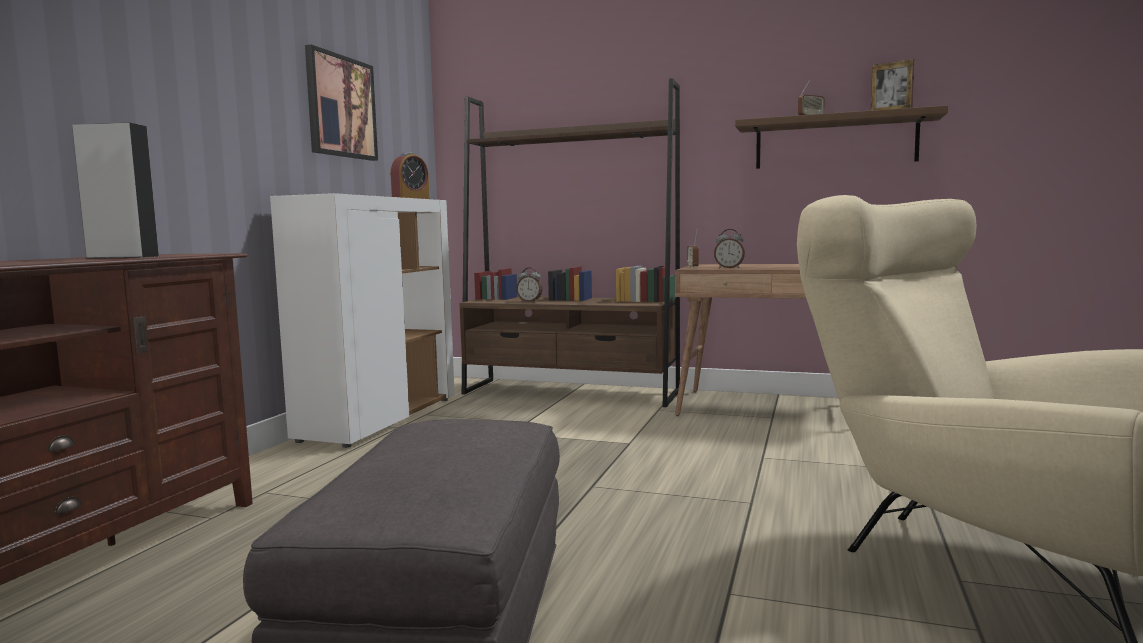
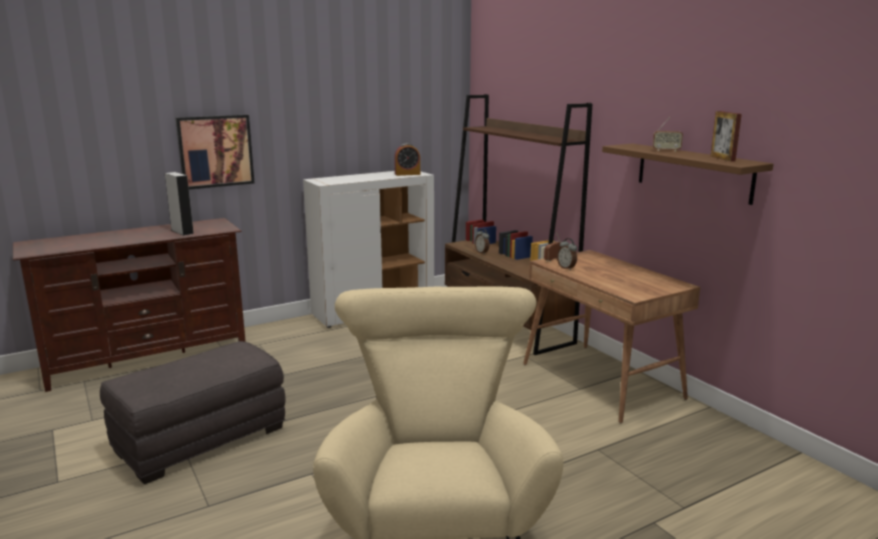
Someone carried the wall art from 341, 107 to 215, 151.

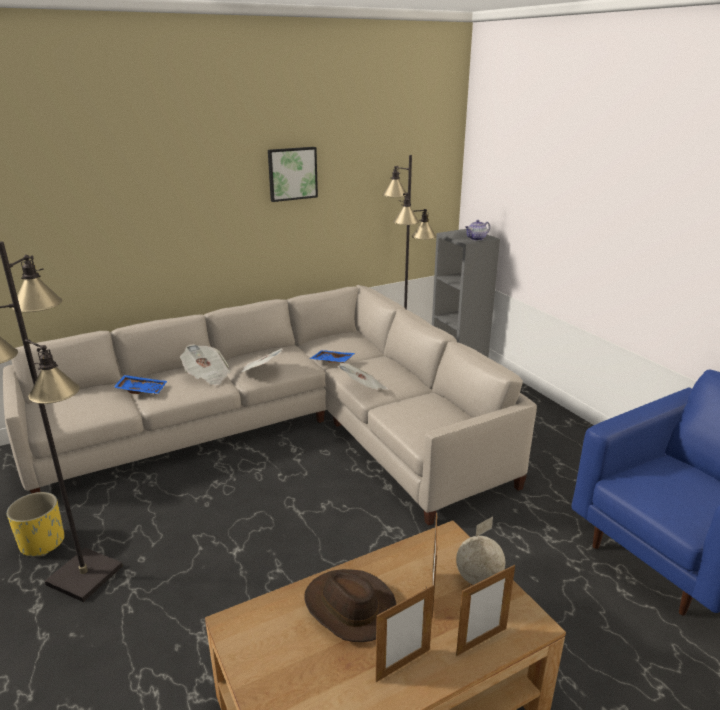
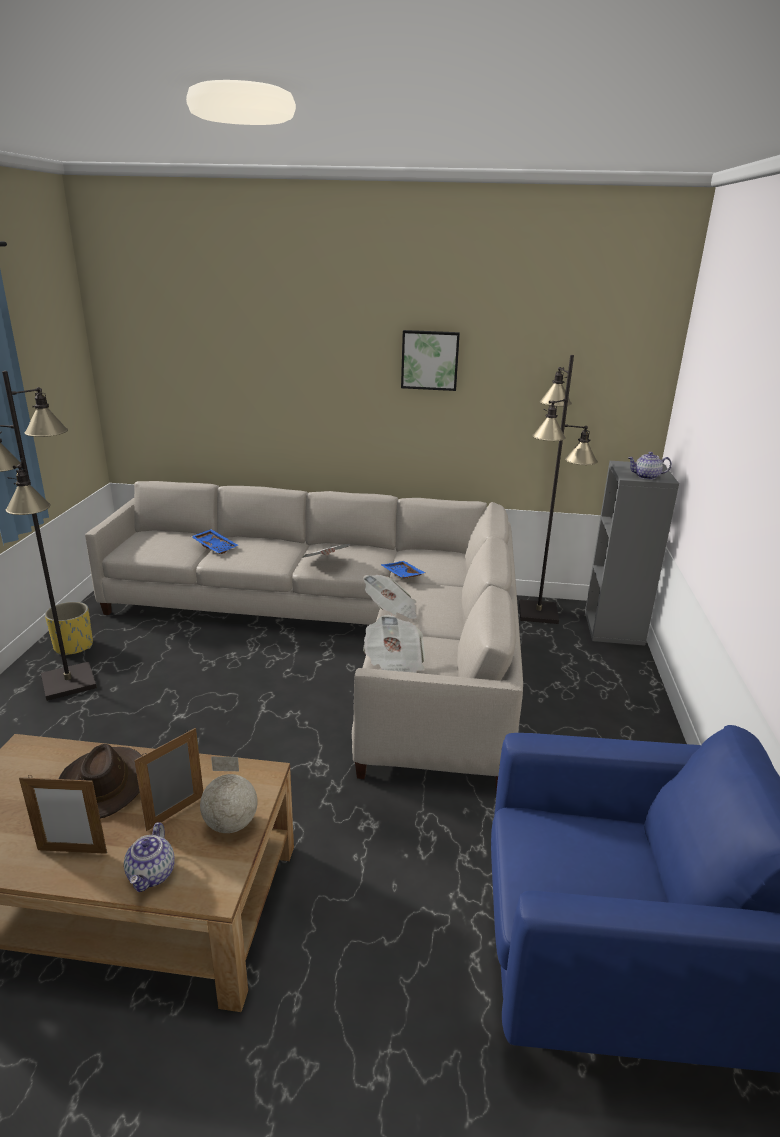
Someone carried the newspaper from 207, 376 to 394, 663. Someone swapped the photo frame at 481, 641 for the tea pot at 152, 875.

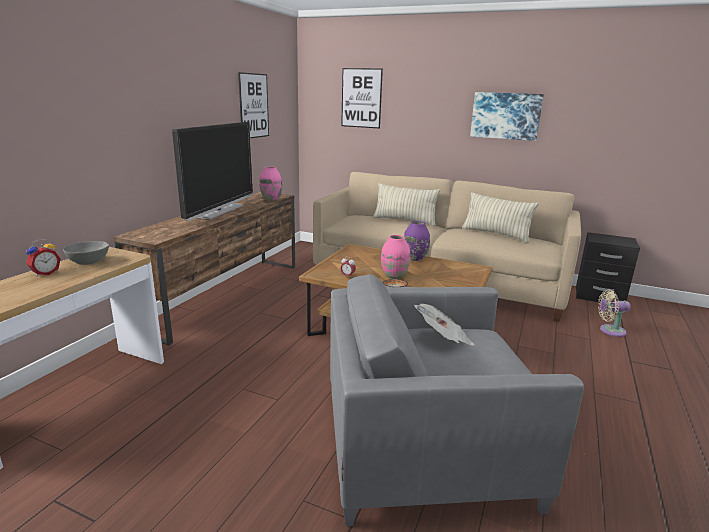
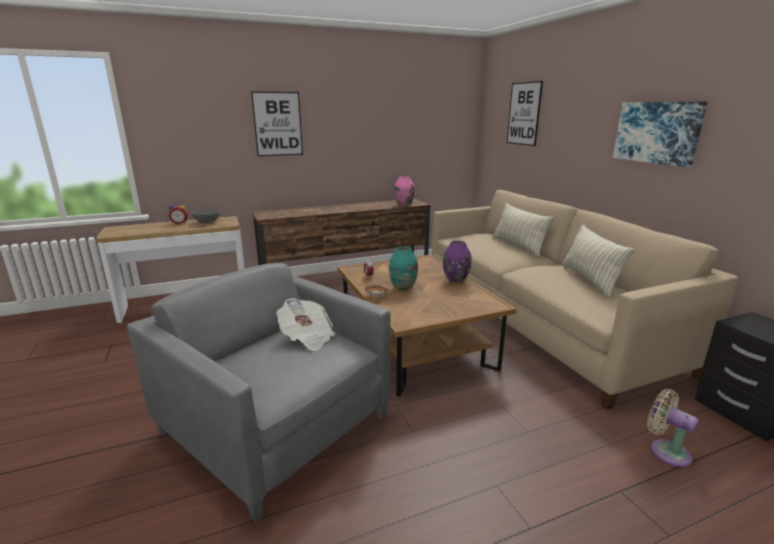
Someone took away the television at 218, 211. Someone carried the wall art from 254, 106 to 278, 124. Someone repainted the pinkish decorative vase at 394, 276, which became the blue-green decorative vase at 403, 287.

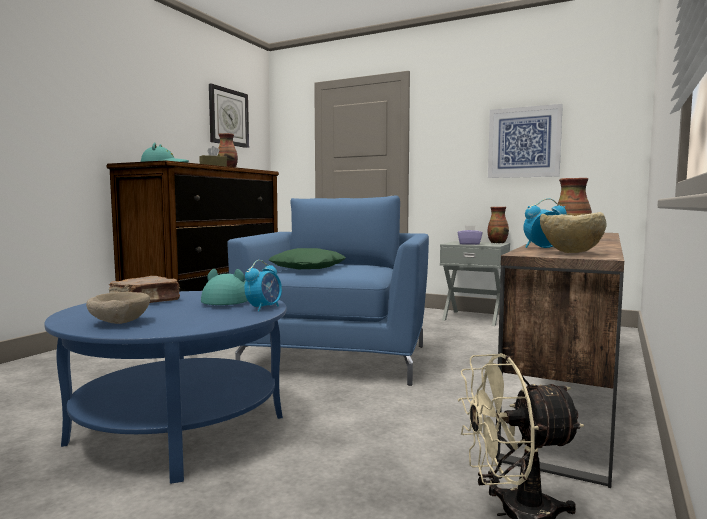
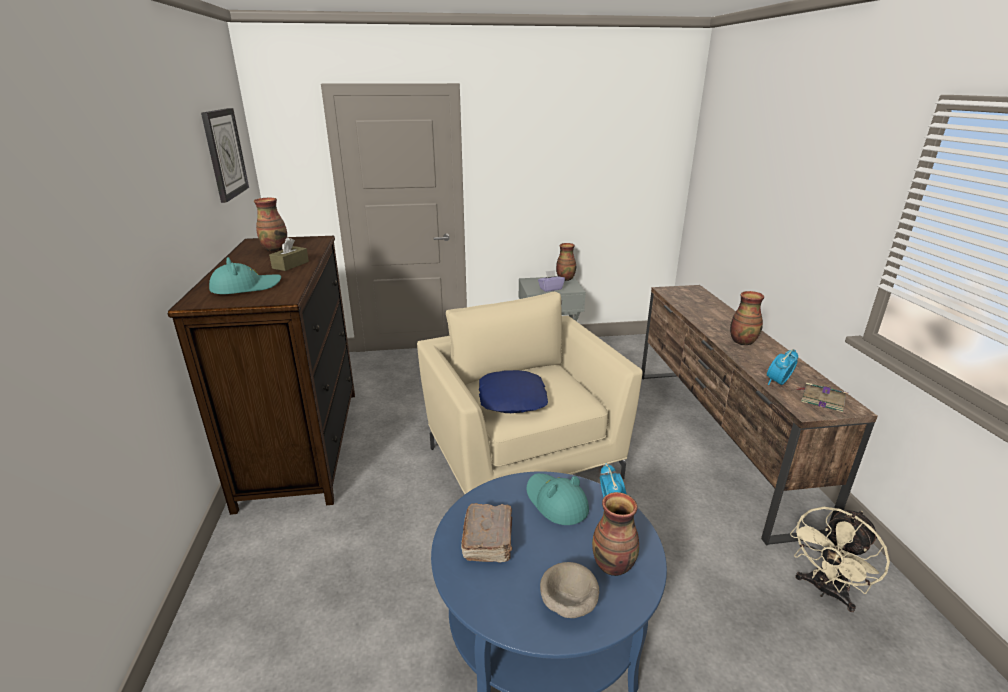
Someone repainted the blue-coloured lounge chair at 339, 357, which became the beige lounge chair at 523, 460. Someone repainted the green-coloured pillow at 308, 267, which became the blue-coloured pillow at 513, 399. Someone took away the wall art at 524, 142. Someone swapped the beige deep dish at 570, 253 for the book at 821, 399. Someone put down the decorative vase at 614, 565.

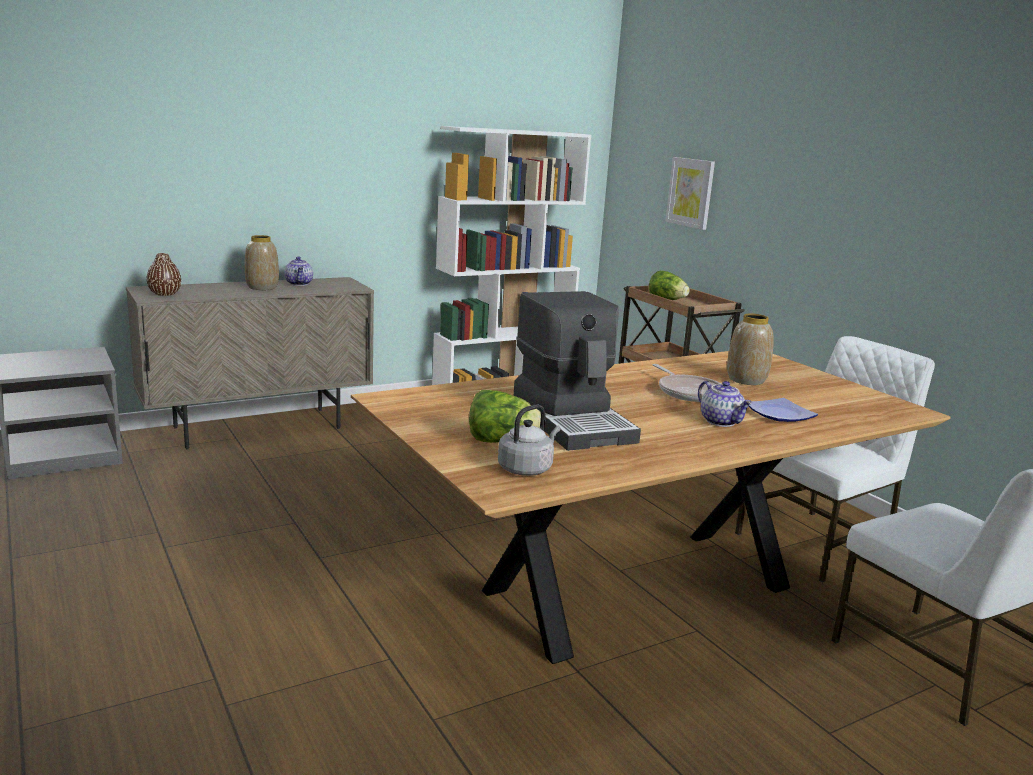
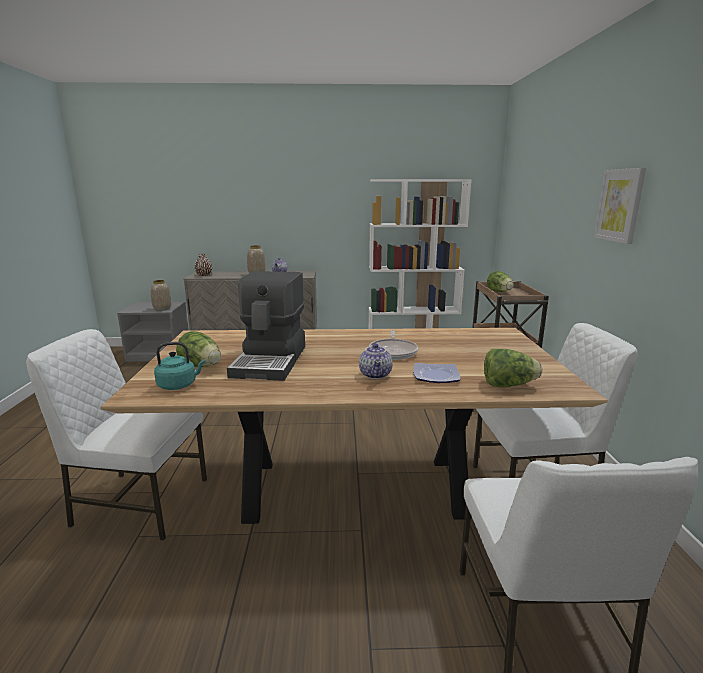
Someone repainted the greyish kettle at 527, 469, which became the blue-green kettle at 179, 385. Someone carried the wall art from 691, 192 to 620, 205. Someone carried the decorative vase from 745, 380 to 162, 309. Someone put down the whitish chair at 139, 502. Someone put down the head of lettuce at 508, 385.

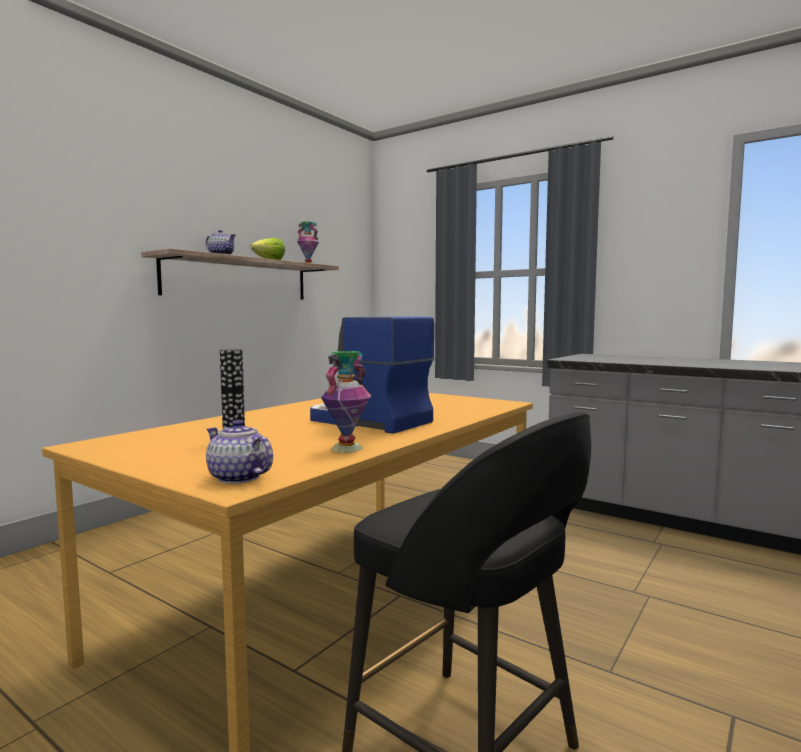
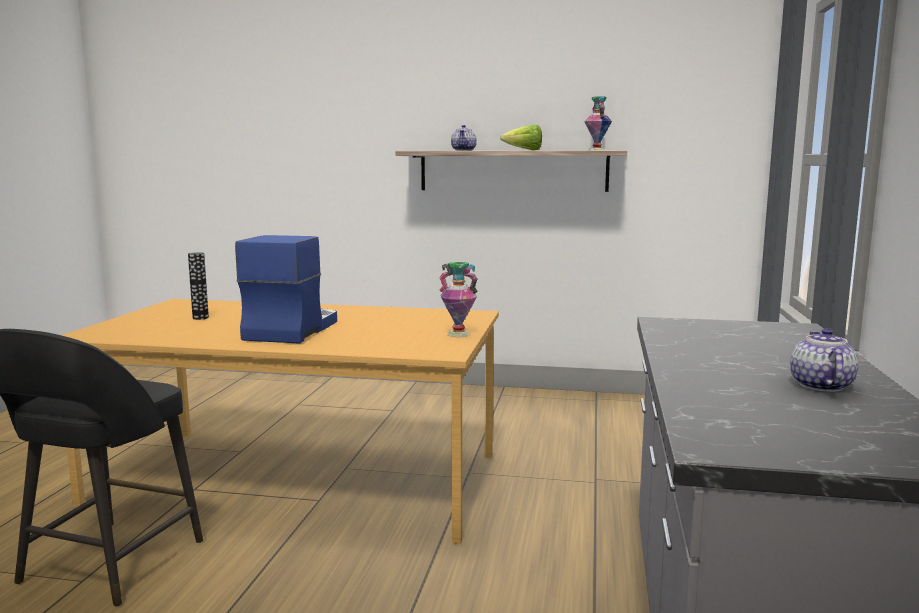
Someone carried the tea pot from 238, 478 to 820, 386. Someone carried the decorative vase from 346, 448 to 458, 334.

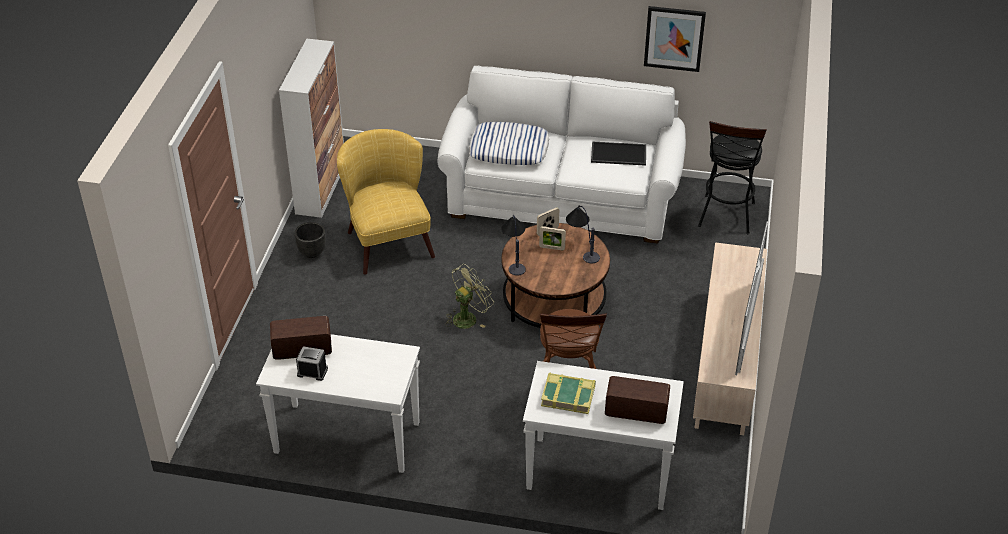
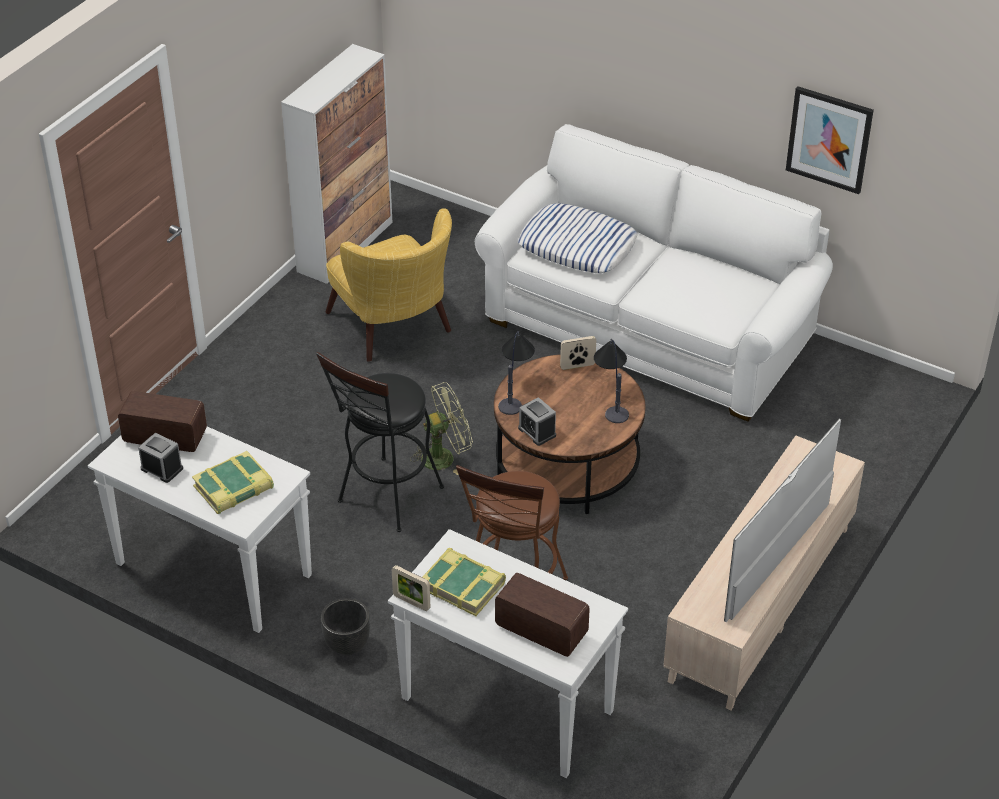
Someone carried the black-coloured planter from 312, 252 to 347, 645. Someone rotated the yellow-coloured lounge chair at 387, 238 by 150 degrees clockwise. Someone carried the photo frame from 552, 248 to 411, 602. Someone took away the serving tray at 618, 154. Someone carried the black-coloured stool from 726, 218 to 385, 499. Someone put down the book at 234, 488. Someone put down the bedside clock at 537, 432.

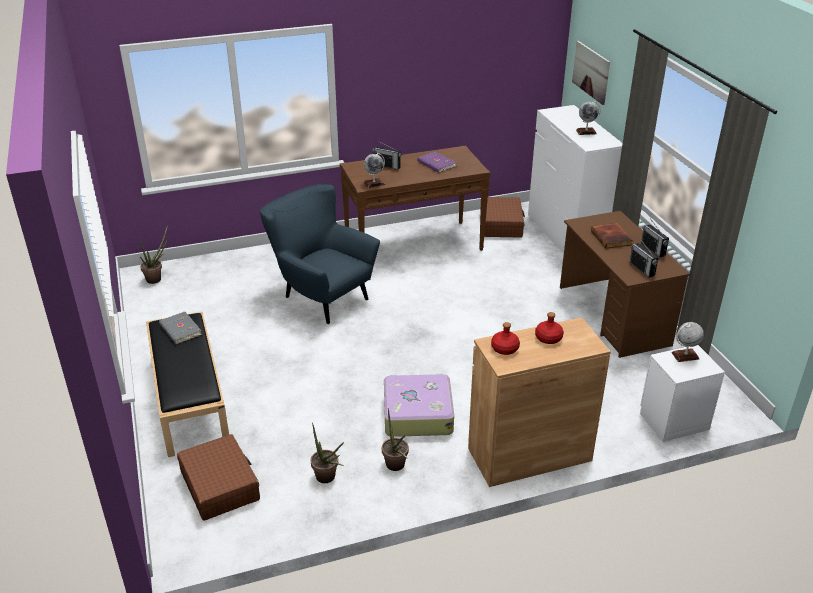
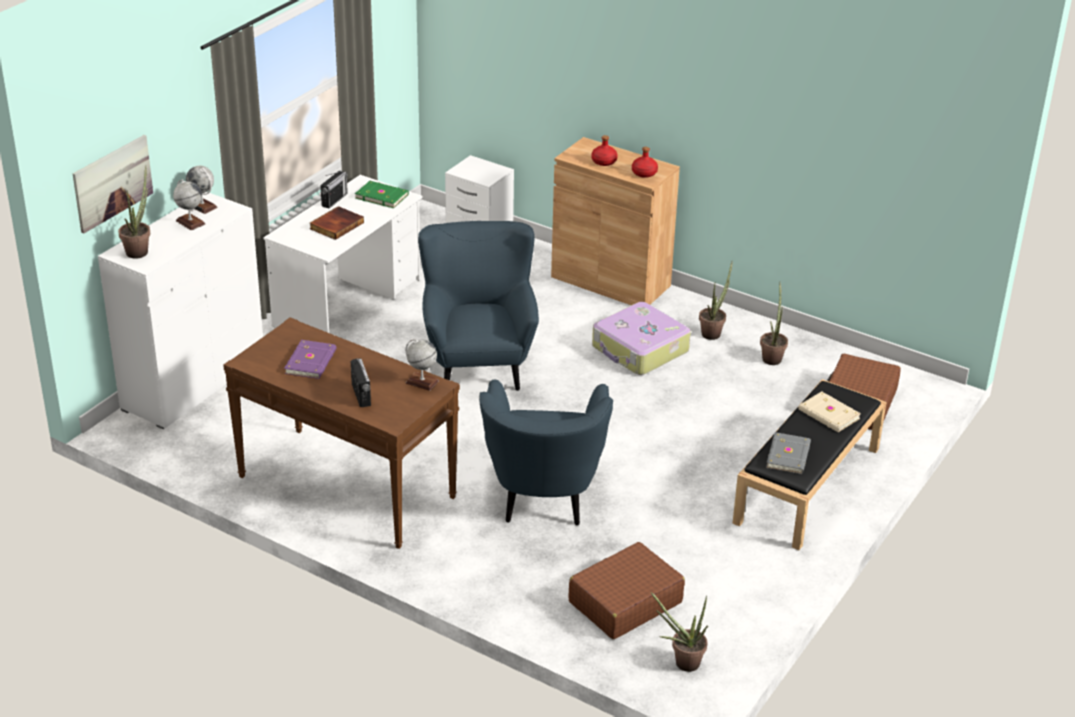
Someone carried the brownish travel case from 501, 225 to 624, 602. Someone repainted the brownish desk table at 613, 316, which became the whitish desk table at 348, 303. Someone swapped the radio at 642, 269 for the green-coloured book at 382, 196. Someone carried the desk globe from 685, 356 to 202, 206. Someone put down the plant in a pot at 139, 250. Someone put down the blue-coloured lounge chair at 478, 362. Someone put down the beige book at 828, 415.

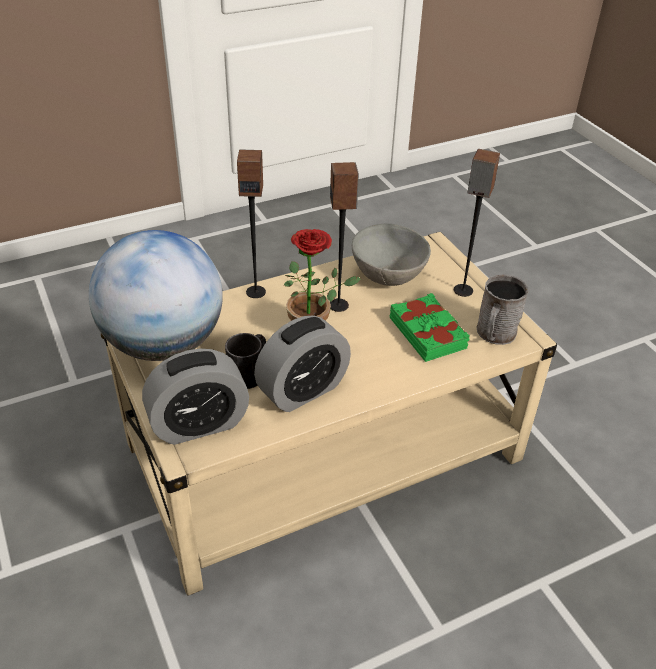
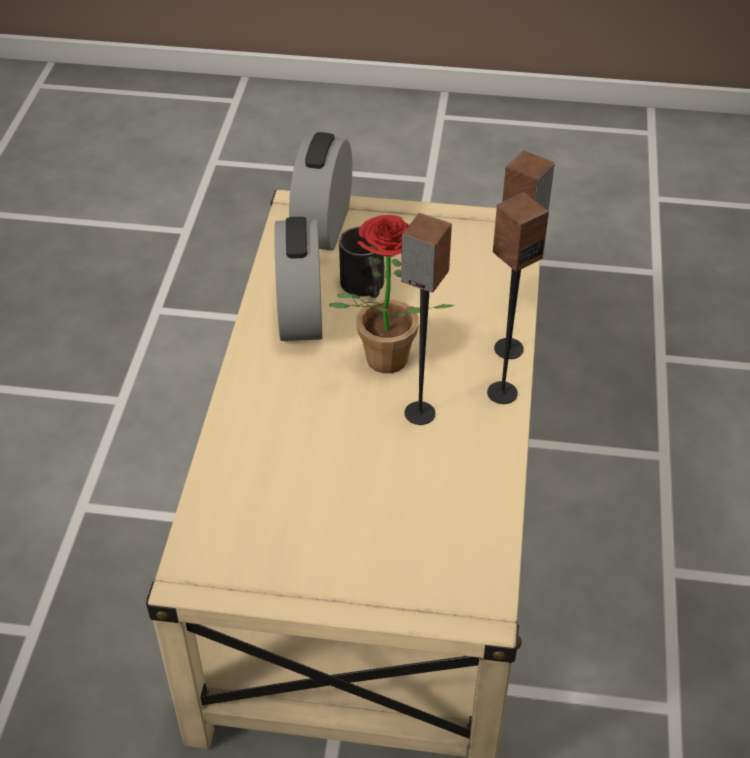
Someone took away the desk globe at 164, 344. Someone took away the greyish deep dish at 389, 275. Someone took away the green-coloured book at 428, 333. Someone carried the speaker from 463, 290 to 502, 392. Someone took away the greyish coffee mug at 494, 334.

